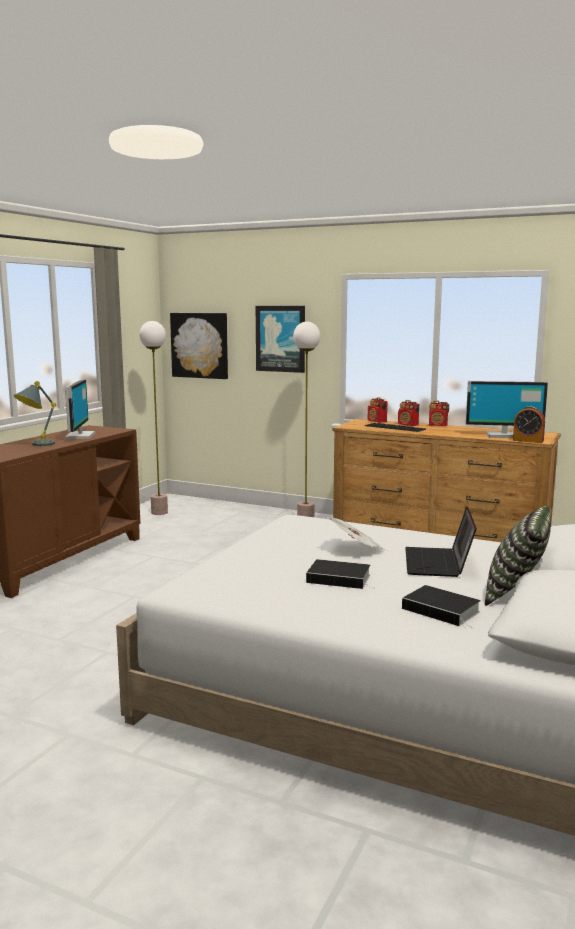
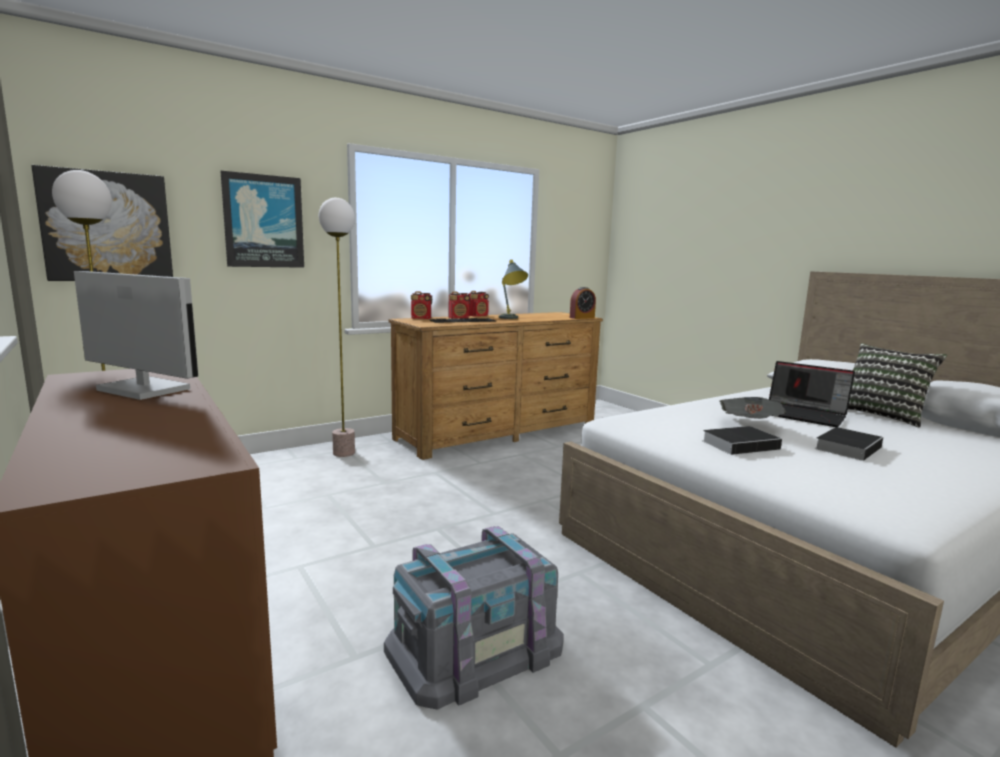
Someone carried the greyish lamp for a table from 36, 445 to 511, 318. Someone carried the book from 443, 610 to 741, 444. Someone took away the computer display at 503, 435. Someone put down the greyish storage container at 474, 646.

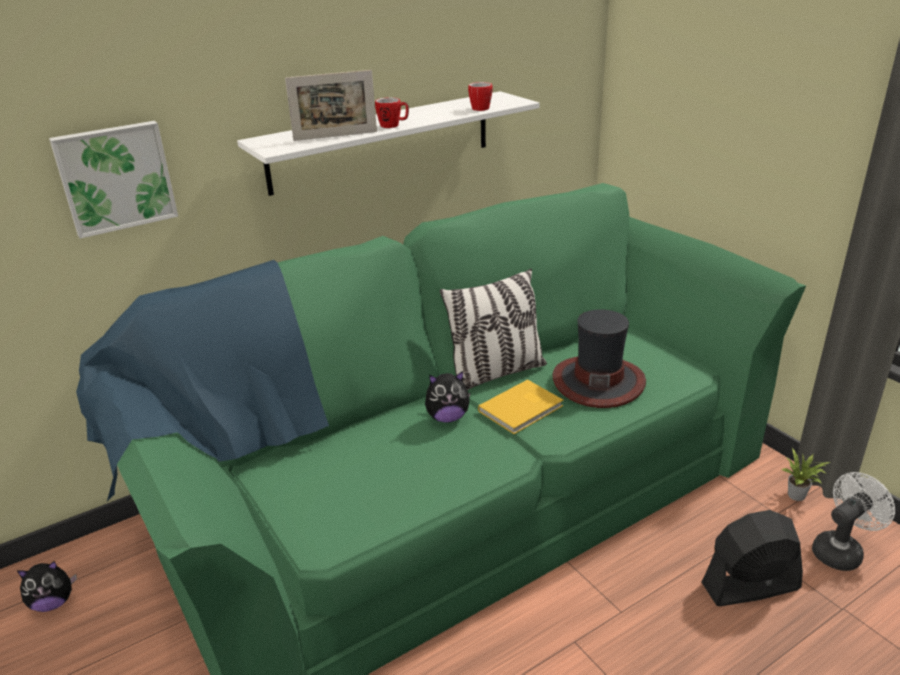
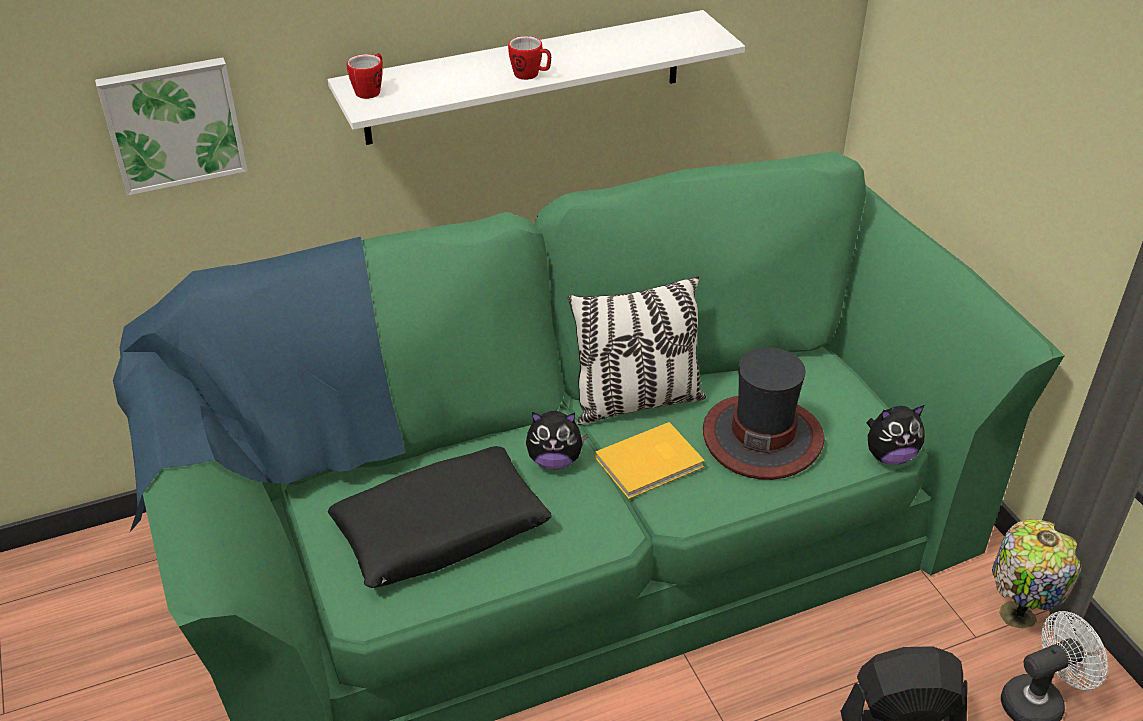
Someone carried the cuddly toy from 53, 603 to 889, 456. Someone took away the photo frame at 335, 136. Someone carried the coffee mug from 481, 108 to 371, 90. Someone swapped the plant in a pot at 798, 496 for the lamp for a table at 1016, 617. Someone put down the black-coloured pillow at 441, 531.

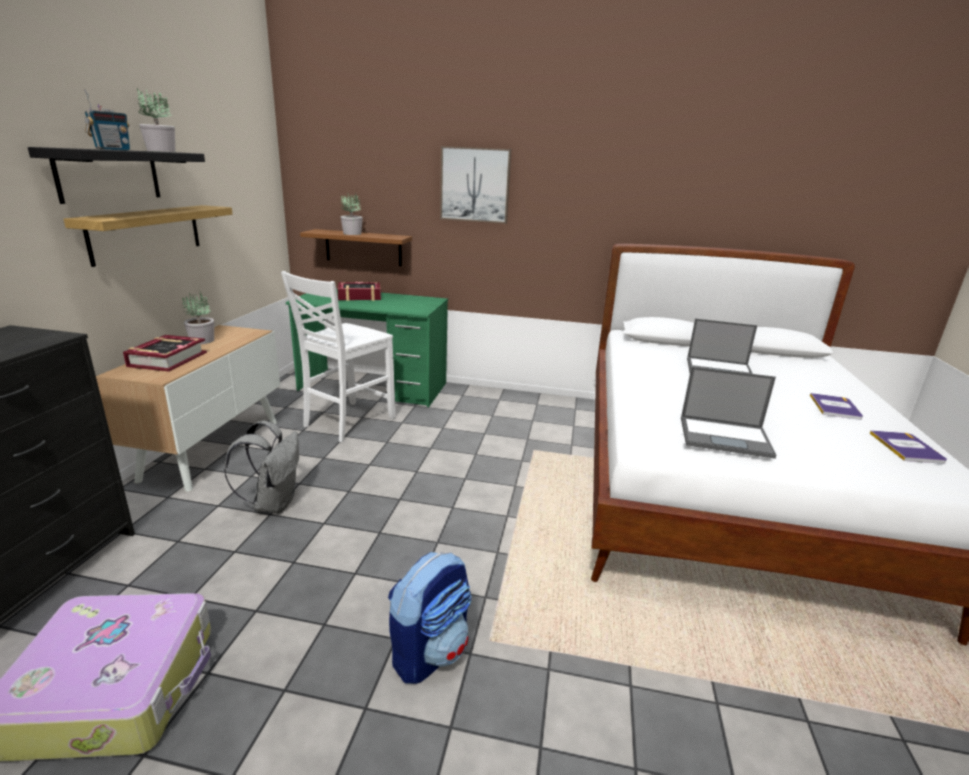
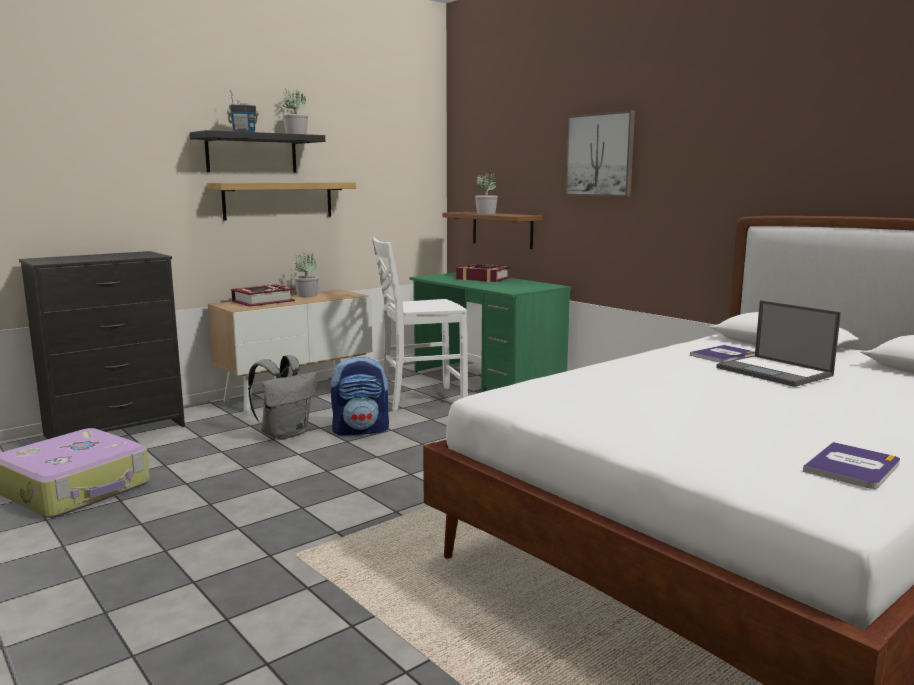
Someone carried the knapsack from 430, 651 to 361, 430. Someone took away the notebook computer at 726, 437. Someone carried the book from 835, 407 to 724, 355.

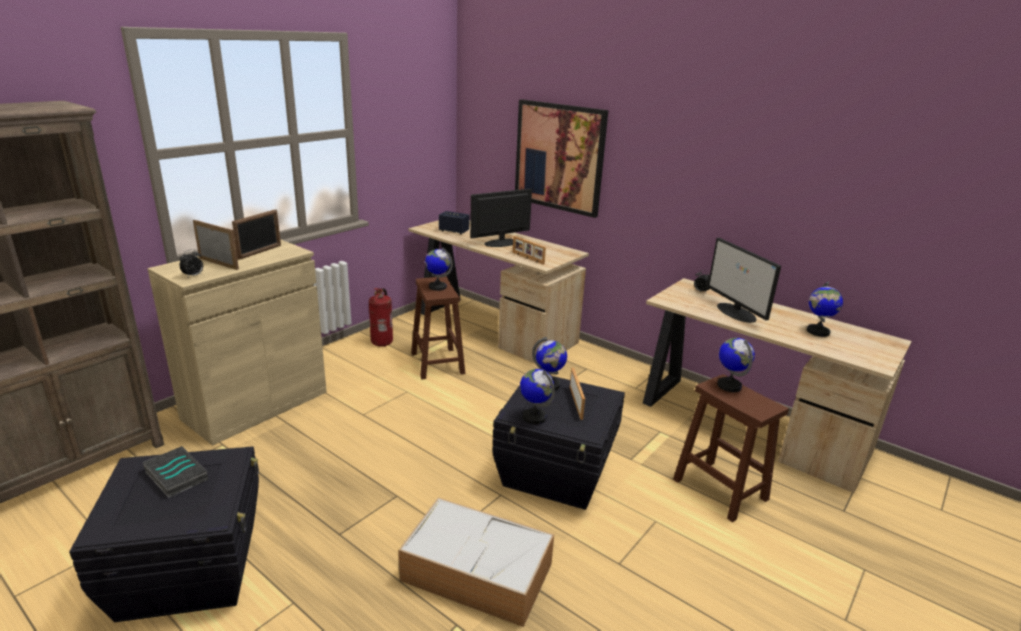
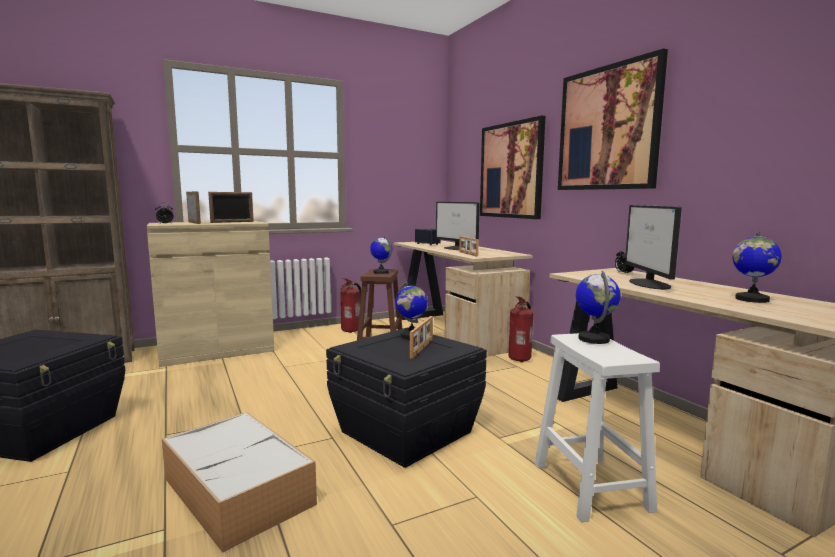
Someone took away the book at 174, 475. Someone rotated the computer display at 501, 243 by 120 degrees counterclockwise. Someone took away the desk globe at 534, 417. Someone repainted the brownish stool at 718, 488, which became the whitish stool at 589, 485. Someone put down the fire-fighting cylinder at 520, 359. Someone put up the wall art at 607, 128.

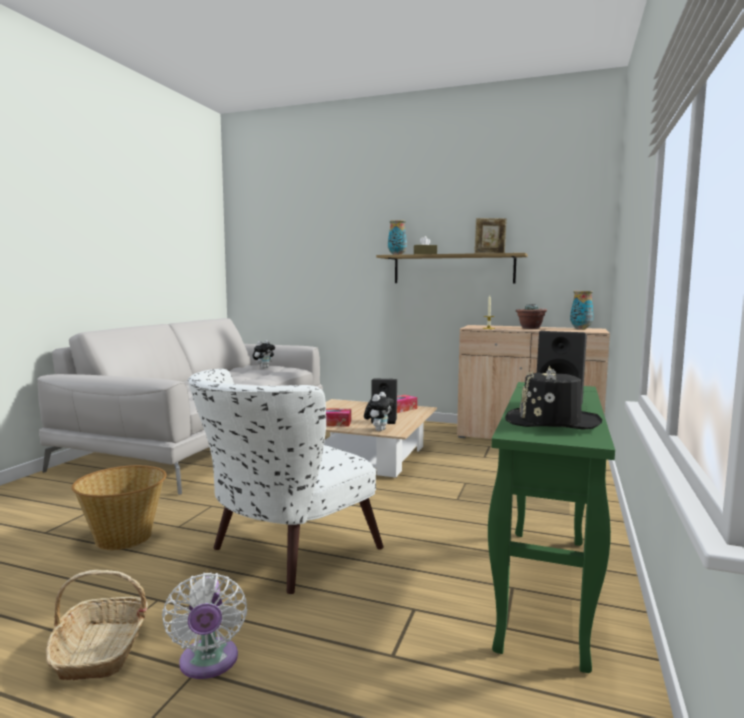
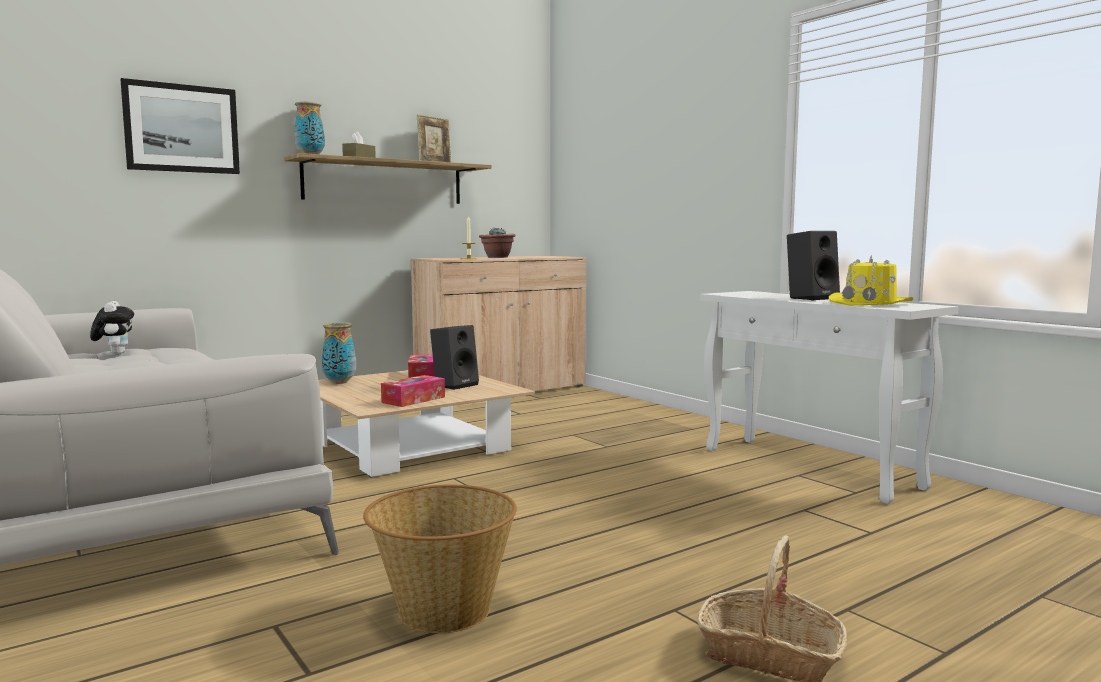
Someone took away the whitish electric fan at 208, 663. Someone took away the whitish lounge chair at 282, 555. Someone took away the cuddly toy at 379, 430. Someone repainted the green-coloured console table at 545, 589, which became the whitish console table at 811, 468. Someone repainted the black-coloured wearable hat at 551, 422, which became the yellow-coloured wearable hat at 870, 303. Someone carried the decorative vase from 580, 329 to 339, 382. Someone put up the wall art at 182, 128.

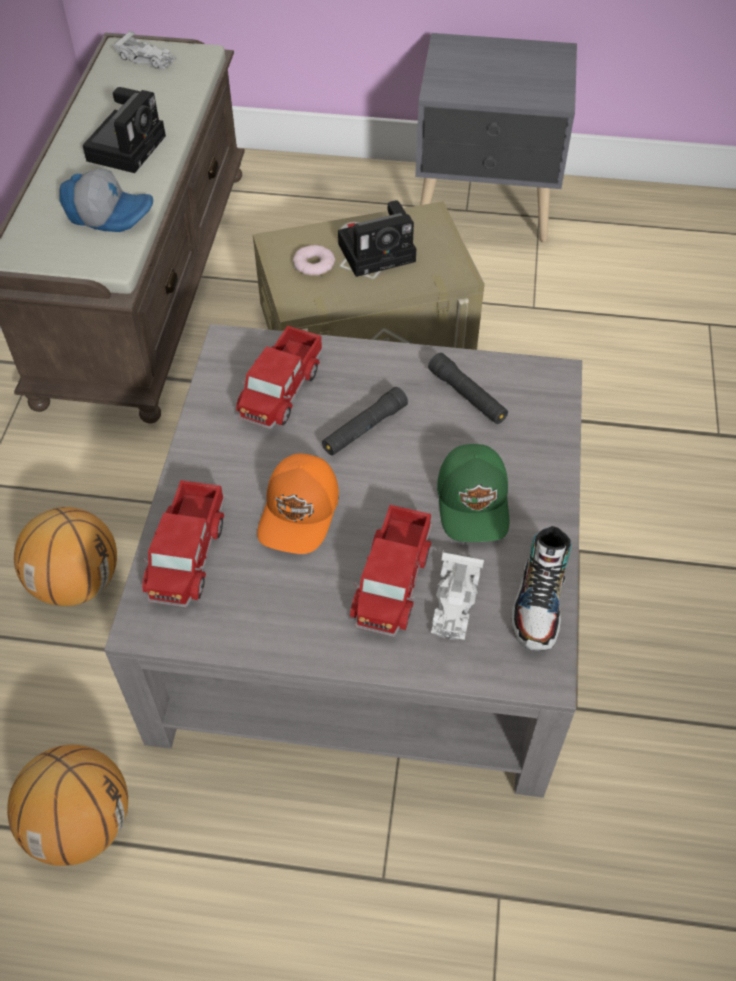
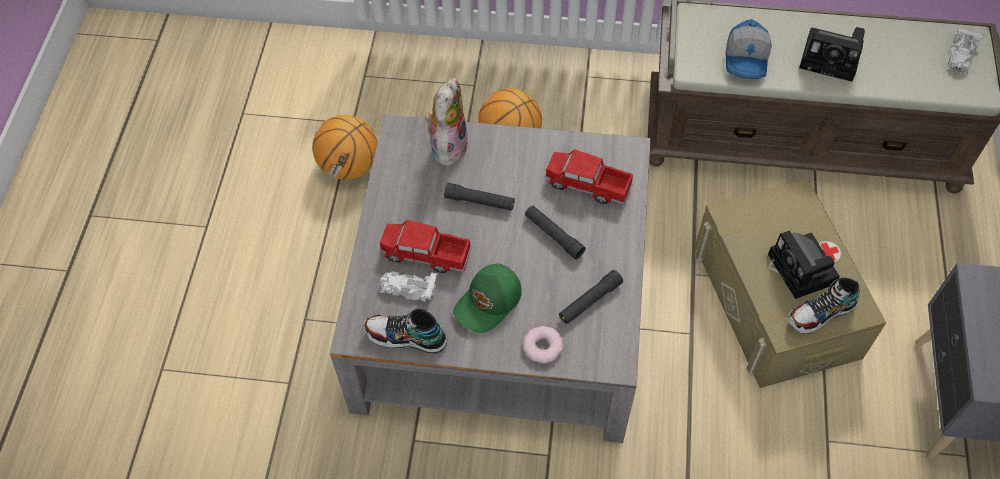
Someone swapped the toy truck at 188, 554 for the cuddly toy at 447, 145. Someone swapped the orange-coloured baseball cap at 300, 512 for the black-coloured torch at 479, 201. Someone carried the donut from 313, 264 to 543, 346. Someone rotated the green-coloured baseball cap at 474, 502 by 45 degrees counterclockwise. Someone put down the shoe at 821, 314.

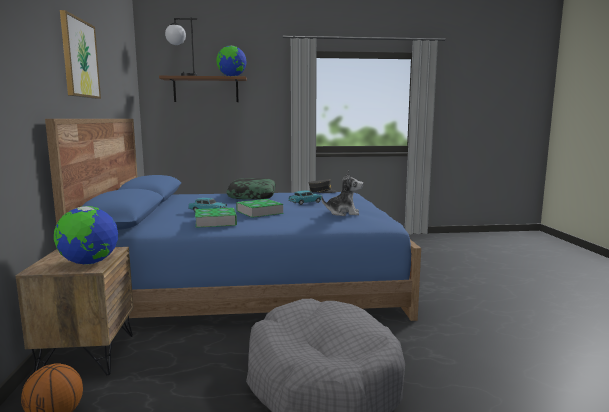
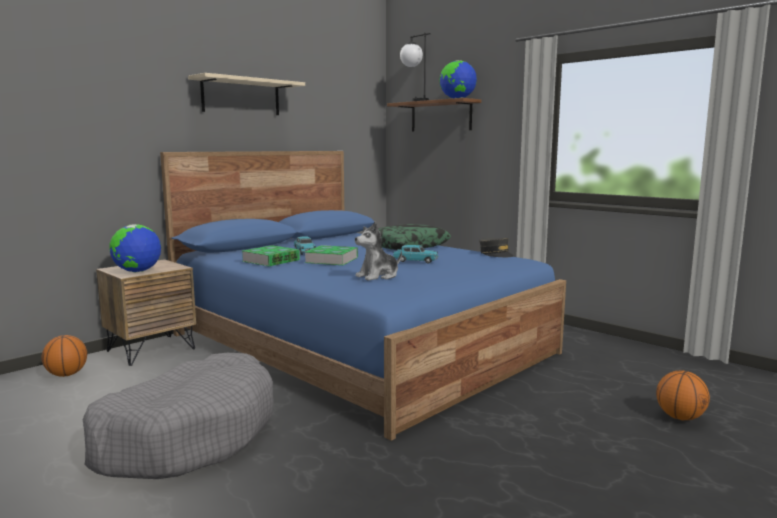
Someone swapped the wall art at 79, 58 for the beige bracket shelf at 241, 97. Someone rotated the cuddly toy at 343, 213 by 90 degrees clockwise. Someone put down the basketball at 680, 417.

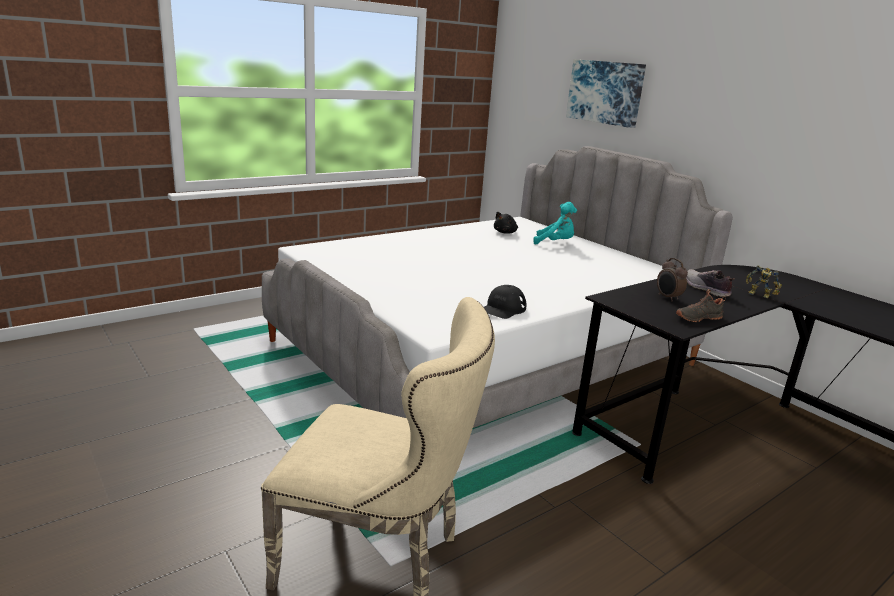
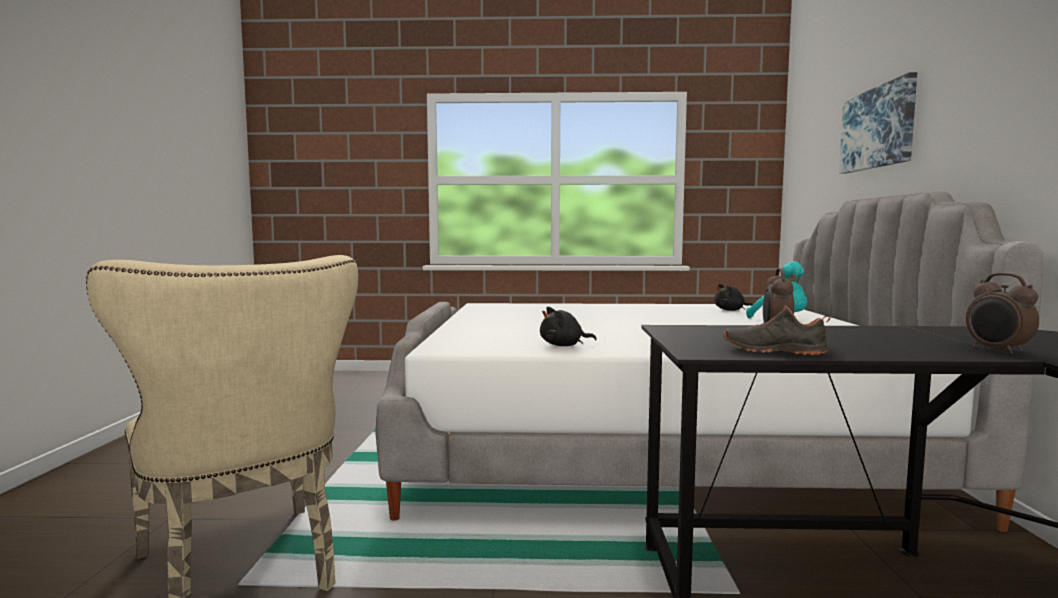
Someone swapped the black-coloured baseball cap at 502, 309 for the black-coloured cuddly toy at 564, 345. Someone took away the shoe at 706, 289. Someone swapped the toy robot at 759, 295 for the bedside clock at 997, 350.

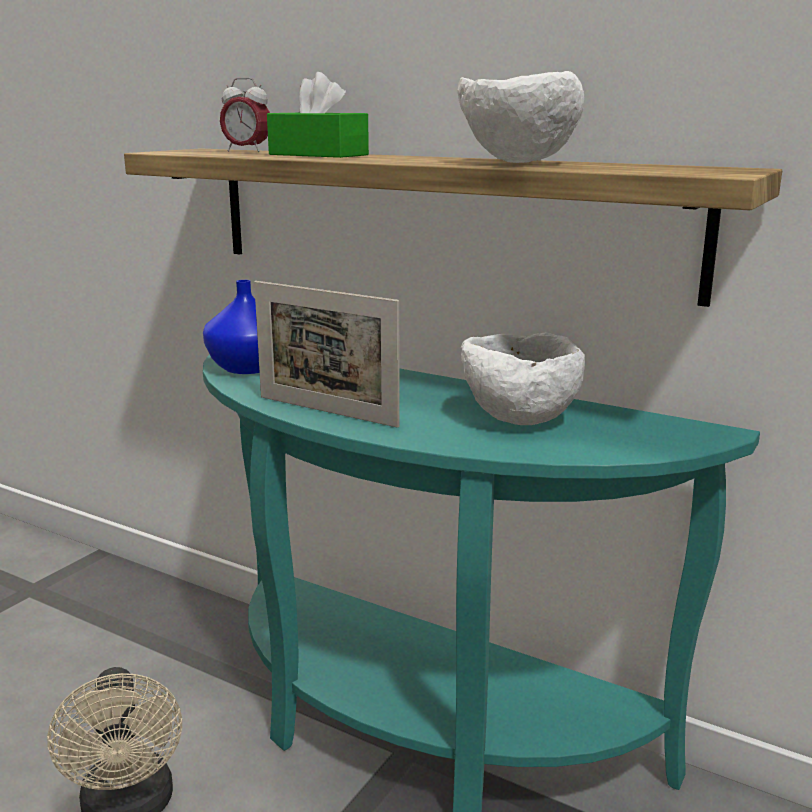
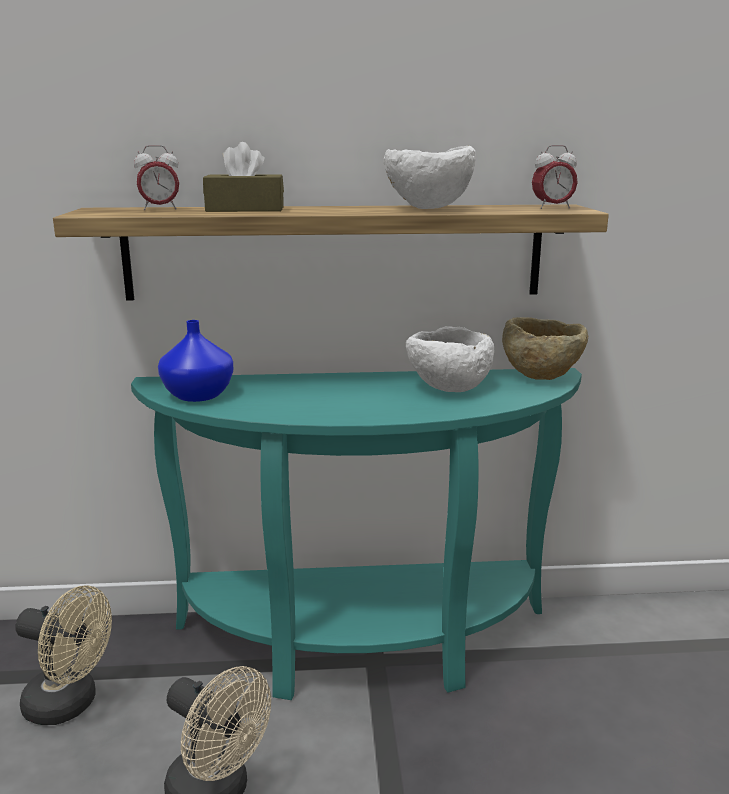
Someone took away the photo frame at 326, 411. Someone repainted the green-coloured tissue box at 318, 155, which became the brownish tissue box at 245, 209. Someone put down the beige electric fan at 70, 704. Someone put down the beige deep dish at 541, 376. Someone put down the bedside clock at 552, 208.

